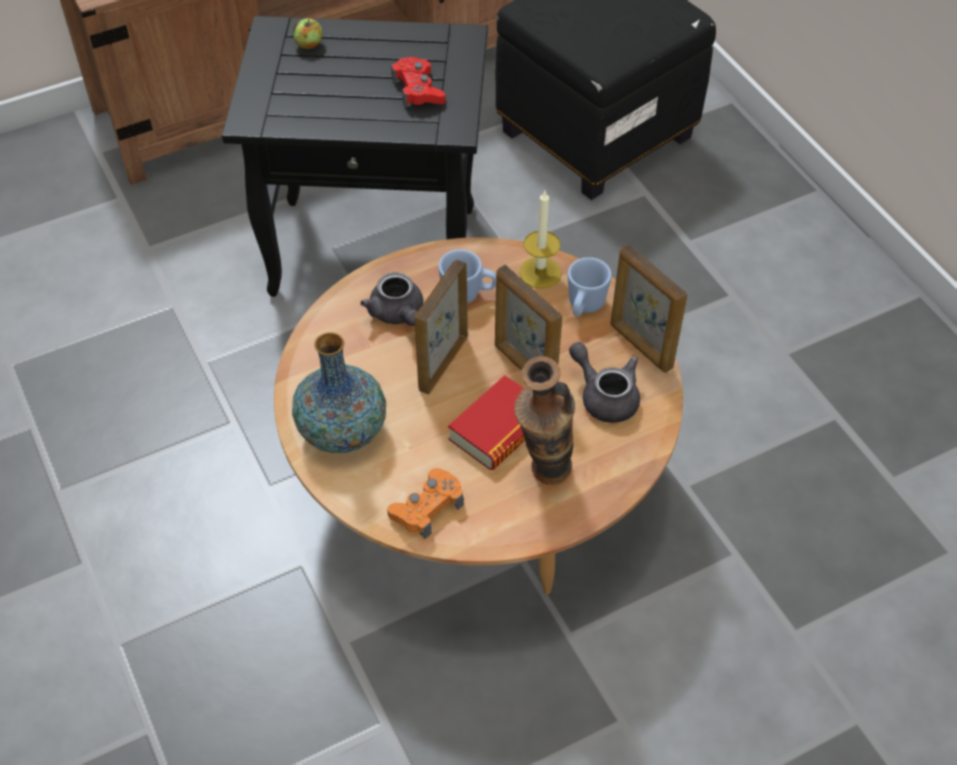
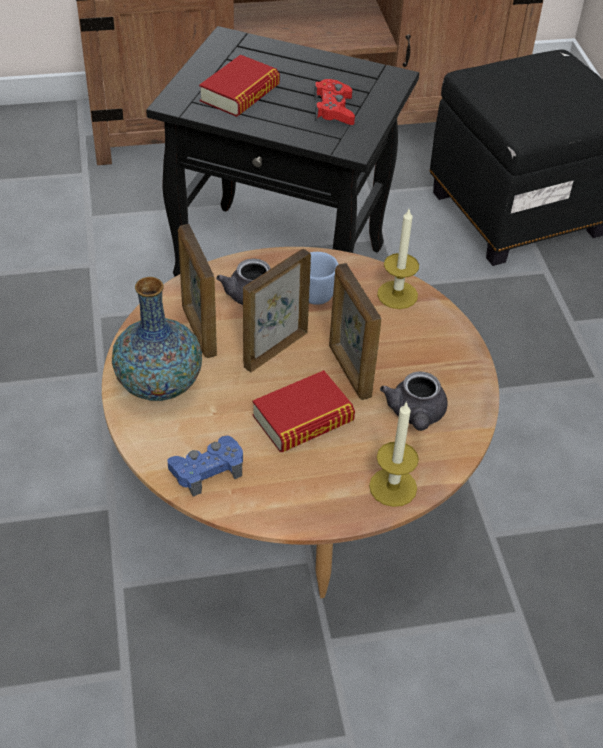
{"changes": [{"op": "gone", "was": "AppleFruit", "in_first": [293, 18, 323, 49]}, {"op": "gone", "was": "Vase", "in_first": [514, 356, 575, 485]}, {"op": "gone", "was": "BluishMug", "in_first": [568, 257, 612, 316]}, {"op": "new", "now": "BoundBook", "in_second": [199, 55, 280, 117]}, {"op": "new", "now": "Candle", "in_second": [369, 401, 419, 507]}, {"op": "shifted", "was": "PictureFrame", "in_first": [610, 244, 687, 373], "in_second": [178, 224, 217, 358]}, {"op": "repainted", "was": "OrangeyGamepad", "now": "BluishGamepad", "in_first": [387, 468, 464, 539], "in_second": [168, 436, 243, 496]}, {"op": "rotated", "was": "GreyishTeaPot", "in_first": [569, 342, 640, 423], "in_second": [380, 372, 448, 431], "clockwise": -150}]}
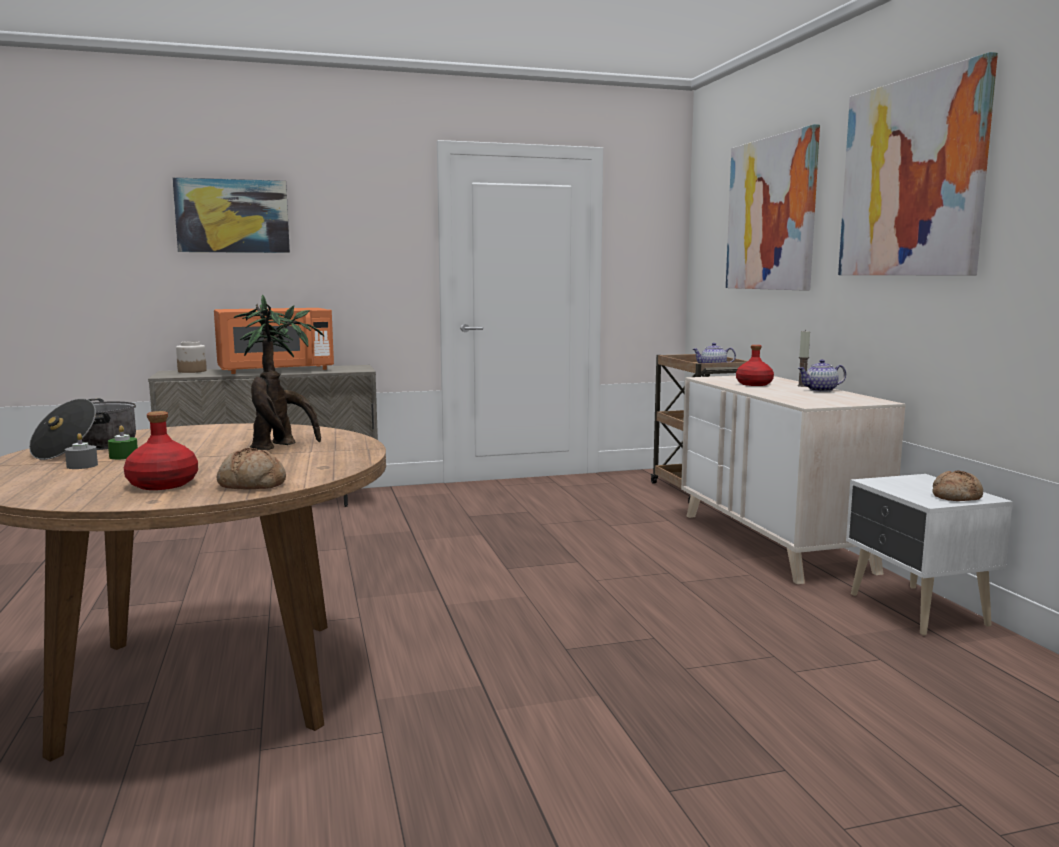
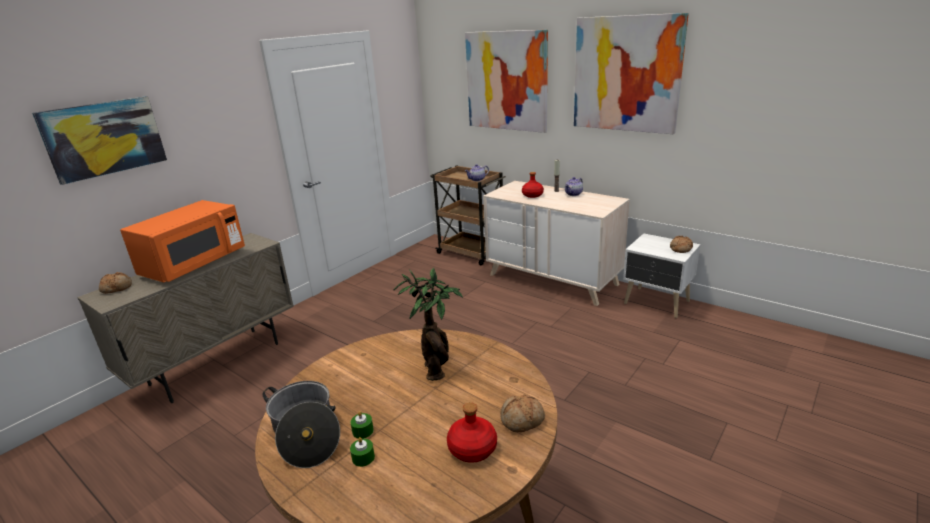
{"changes": [{"op": "swapped", "was": "Jar", "now": "BakedBread", "in_first": [176, 341, 207, 373], "in_second": [99, 272, 132, 294]}, {"op": "repainted", "was": "GreyishCandle", "now": "GreenColouredCandle", "in_first": [65, 433, 98, 469], "in_second": [350, 437, 375, 467]}]}
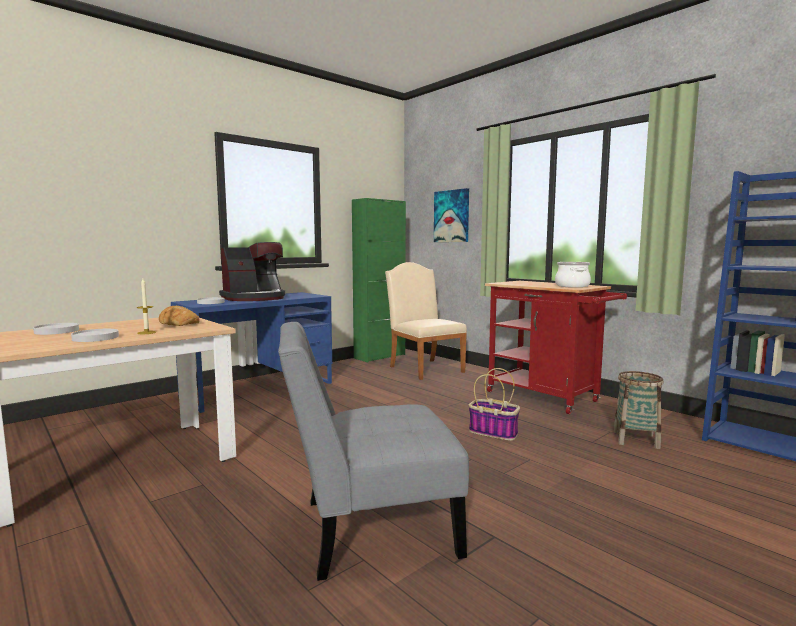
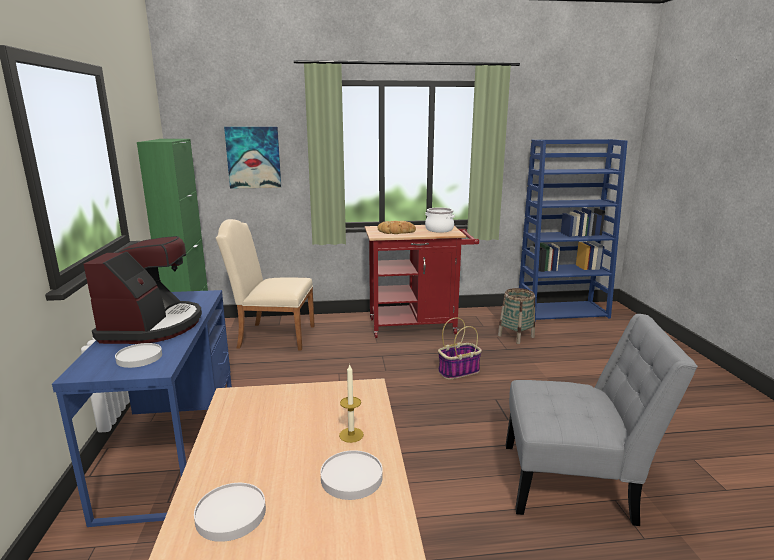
{"changes": [{"op": "shifted", "was": "BakedBread", "in_first": [159, 305, 200, 326], "in_second": [378, 221, 416, 234]}, {"op": "rotated", "was": "GreyishUprightChair", "in_first": [278, 322, 469, 581], "in_second": [506, 314, 698, 526], "clockwise": -105}]}
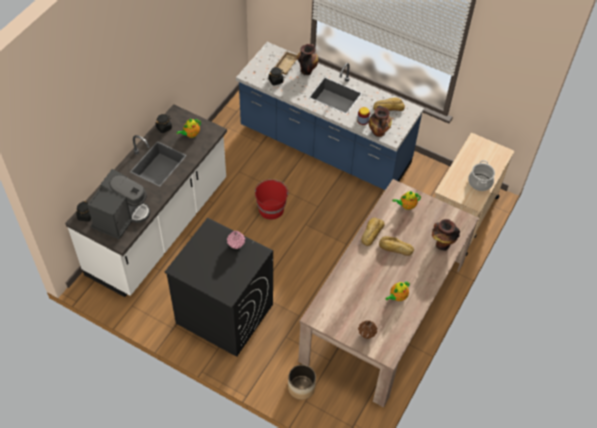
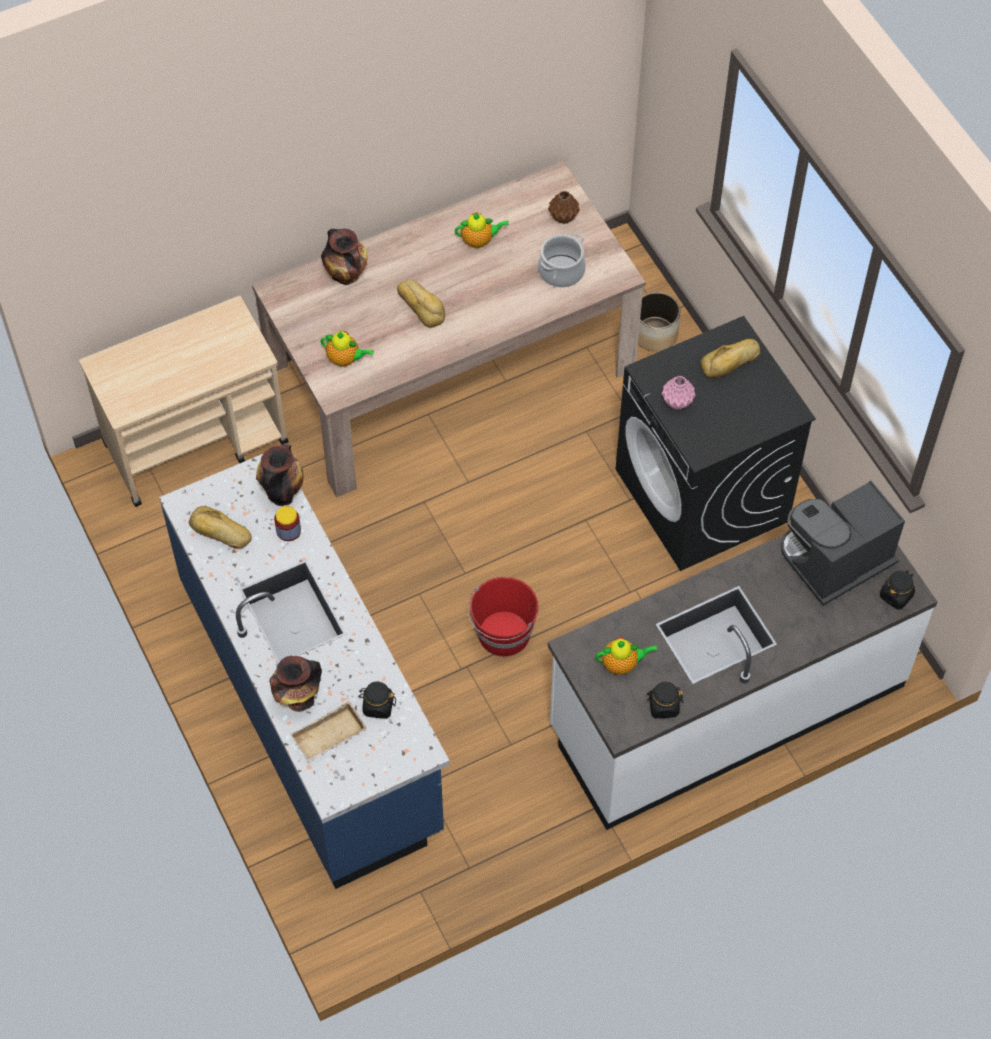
{"changes": [{"op": "shifted", "was": "BakedBread", "in_first": [361, 217, 385, 246], "in_second": [700, 339, 760, 378]}, {"op": "shifted", "was": "Stockpot", "in_first": [468, 160, 495, 191], "in_second": [538, 233, 586, 287]}]}
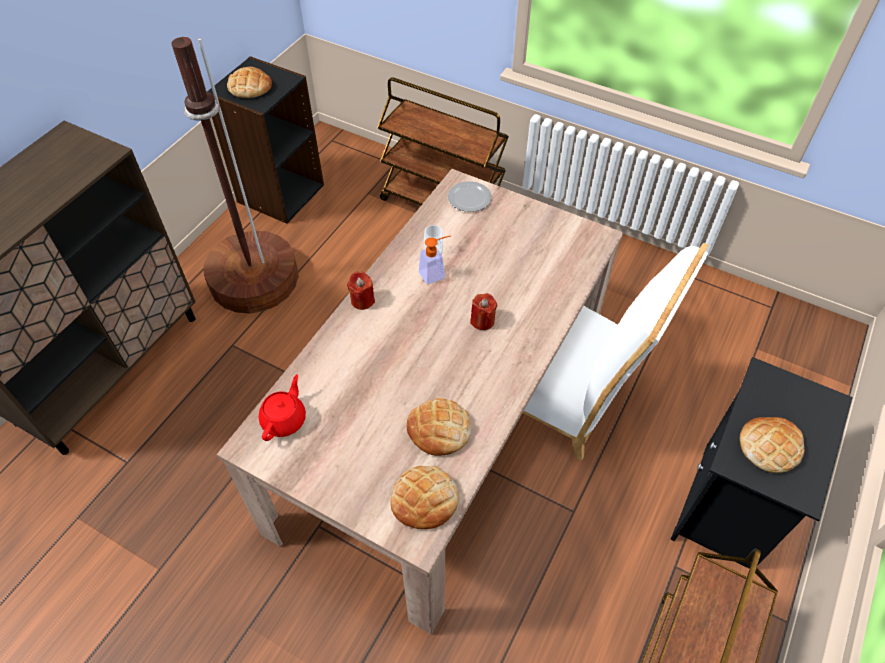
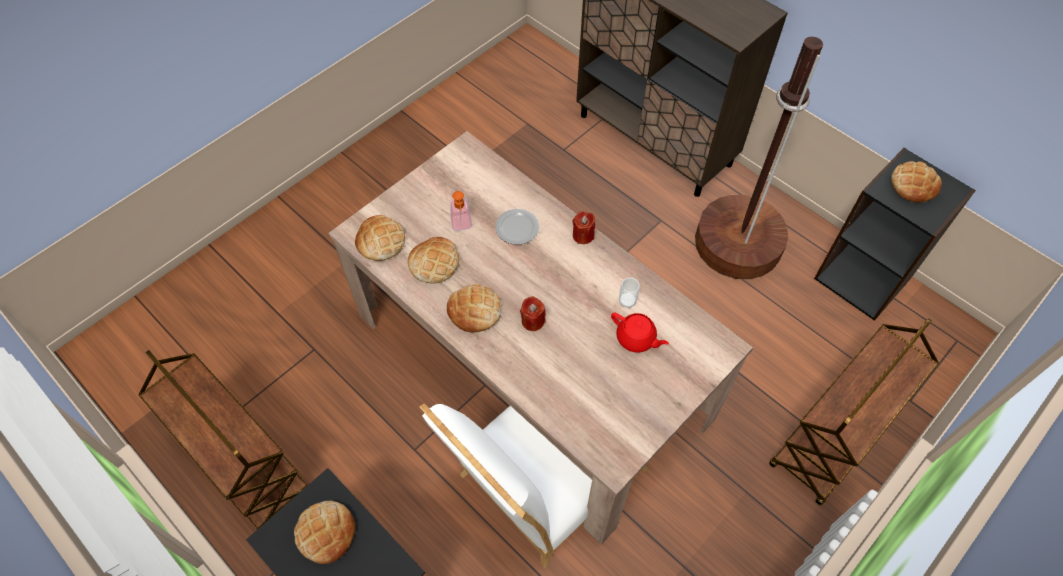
{"changes": [{"op": "new", "now": "BakedBread", "in_second": [447, 284, 502, 333]}, {"op": "shifted", "was": "RedColouredTeaPot", "in_first": [259, 374, 306, 441], "in_second": [611, 313, 669, 353]}, {"op": "shifted", "was": "SoapDispenser", "in_first": [419, 236, 451, 284], "in_second": [450, 191, 472, 231]}, {"op": "shifted", "was": "FlatDish", "in_first": [448, 181, 492, 212], "in_second": [495, 209, 539, 245]}]}
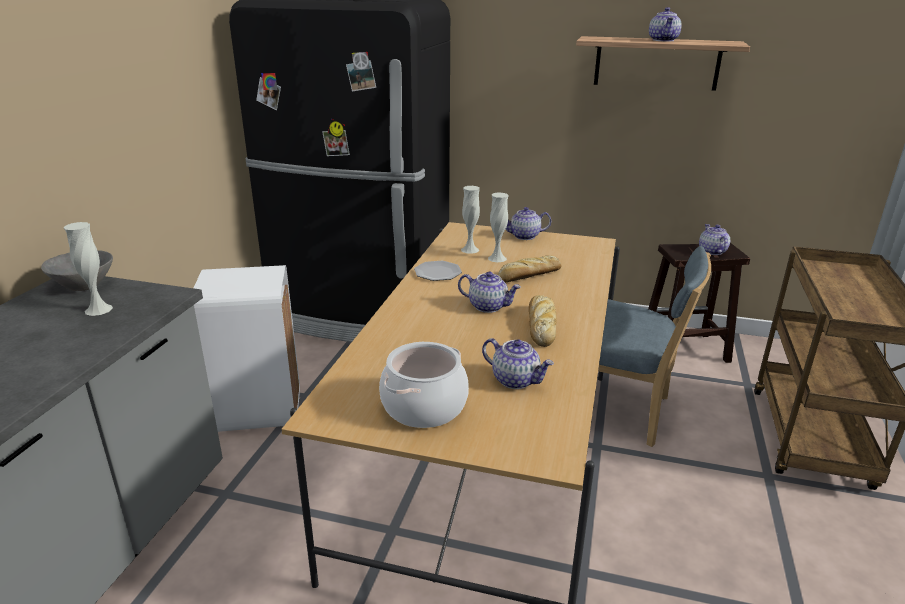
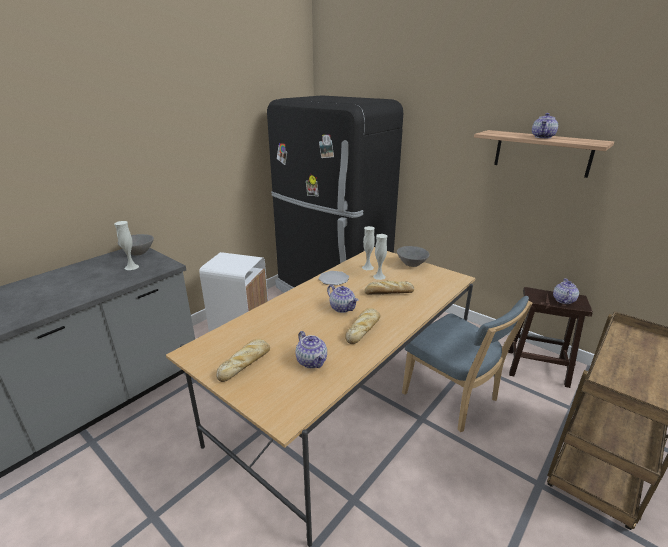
{"changes": [{"op": "swapped", "was": "Stockpot", "now": "BakedBread", "in_first": [379, 342, 469, 428], "in_second": [216, 339, 270, 382]}, {"op": "swapped", "was": "TeaPot", "now": "GreyishDeepDish", "in_first": [506, 207, 551, 240], "in_second": [397, 246, 429, 267]}]}
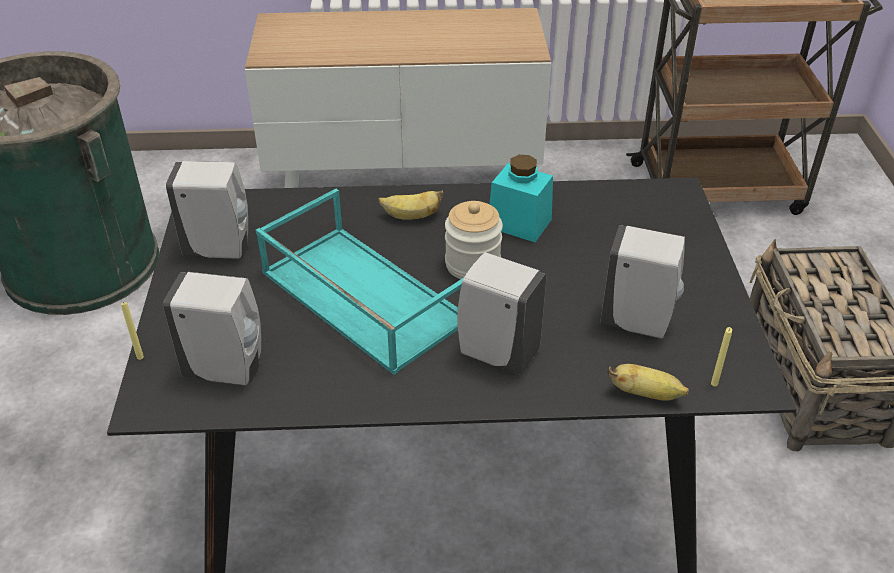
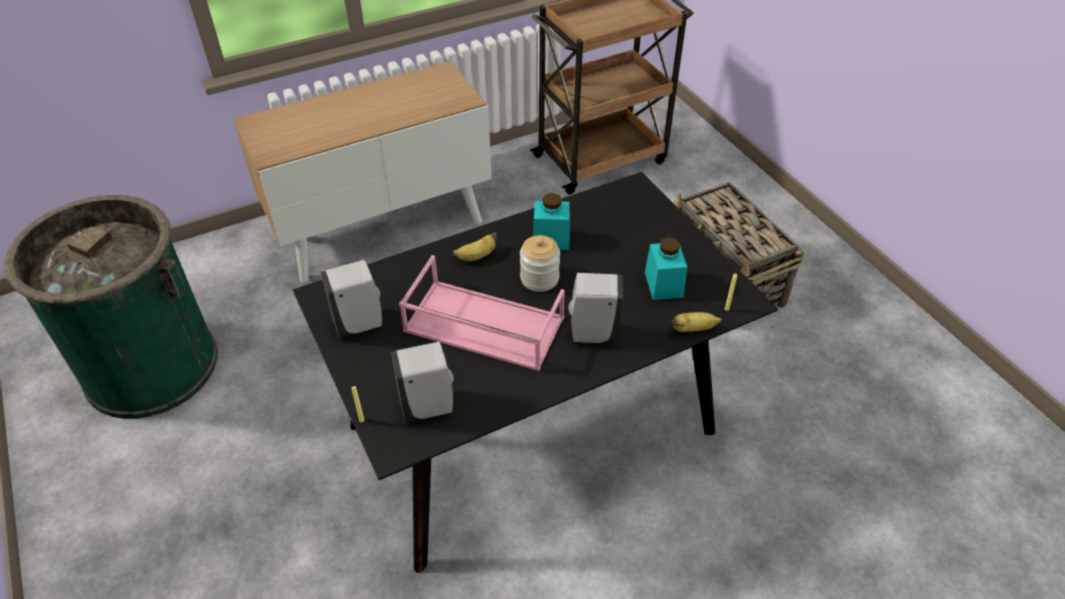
{"changes": [{"op": "swapped", "was": "WhiteSoapDispenser", "now": "TurquoiseColouredJar", "in_first": [600, 225, 685, 339], "in_second": [645, 237, 687, 300]}, {"op": "repainted", "was": "TurquoiseColouredCarryingTray", "now": "PinkCarryingTray", "in_first": [256, 189, 464, 375], "in_second": [399, 255, 565, 371]}]}
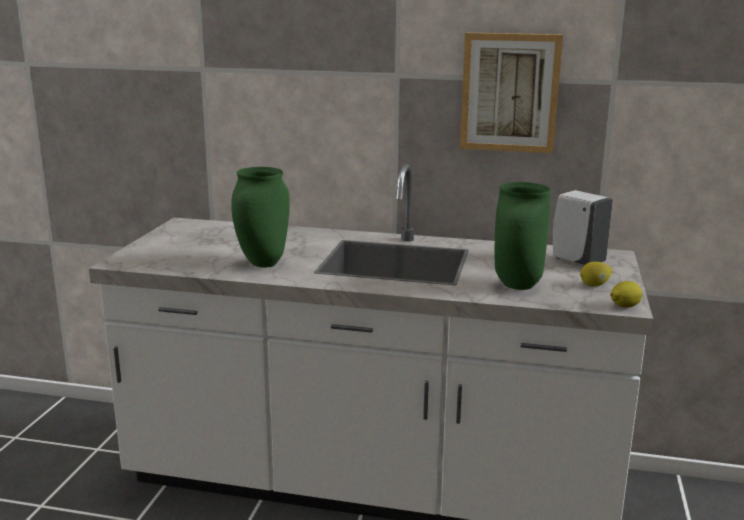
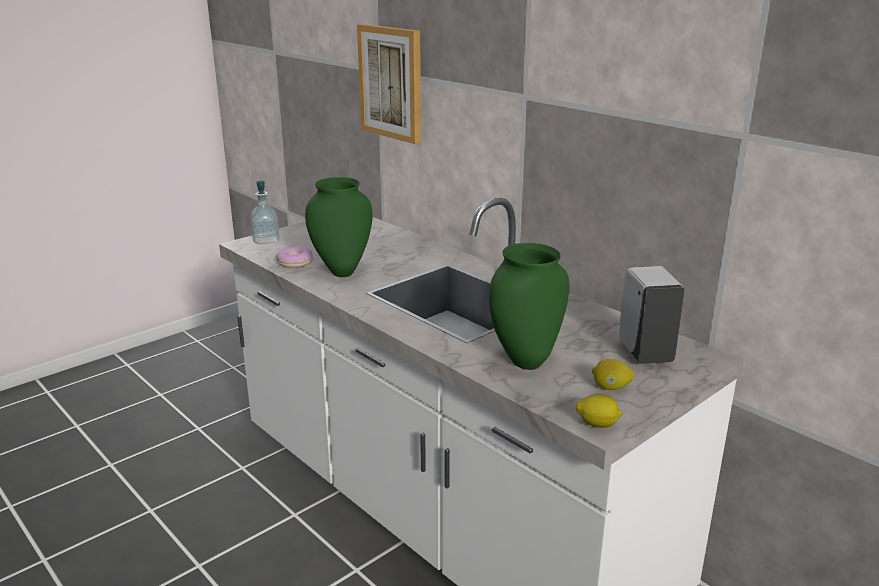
{"changes": [{"op": "new", "now": "SoapDispenser", "in_second": [250, 181, 280, 244]}, {"op": "new", "now": "Donut", "in_second": [276, 247, 313, 268]}, {"op": "shifted", "was": "WallPicture", "in_first": [460, 33, 563, 153], "in_second": [357, 24, 421, 144]}]}
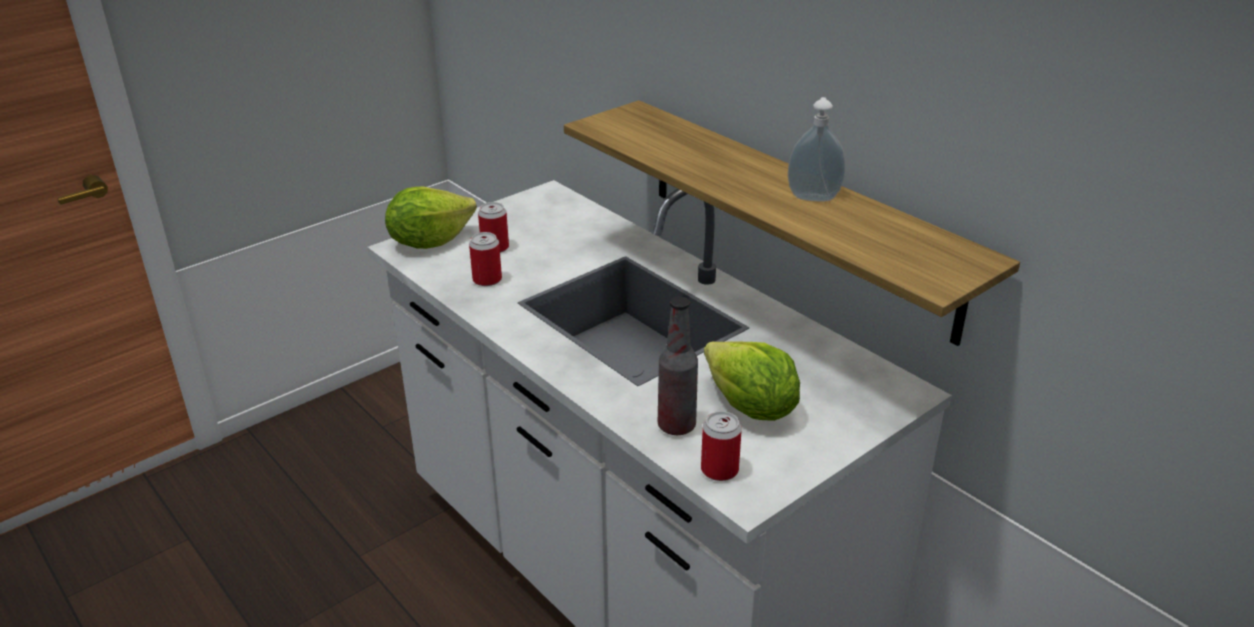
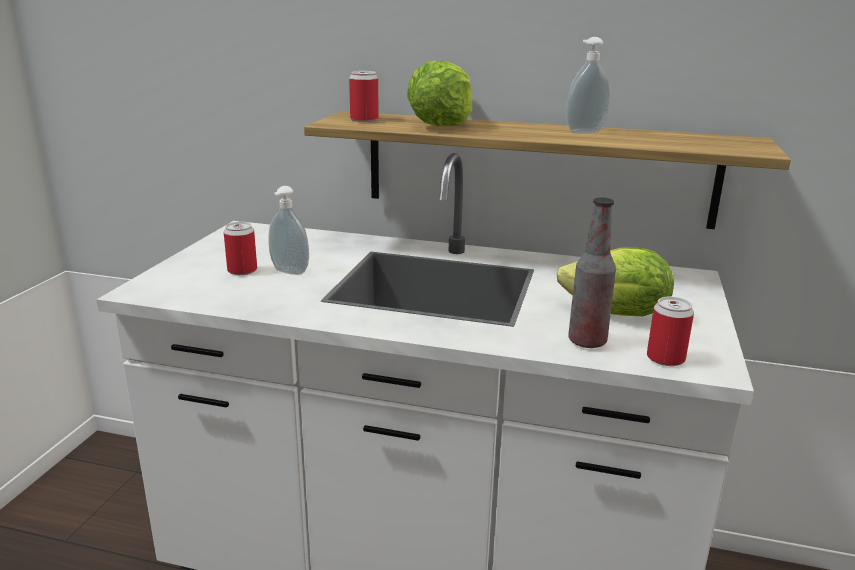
{"changes": [{"op": "new", "now": "SoapDispenser", "in_second": [269, 186, 309, 275]}, {"op": "shifted", "was": "Lettuce", "in_first": [385, 186, 477, 249], "in_second": [407, 61, 472, 126]}, {"op": "shifted", "was": "MetalCan", "in_first": [469, 232, 502, 286], "in_second": [349, 71, 379, 122]}]}
